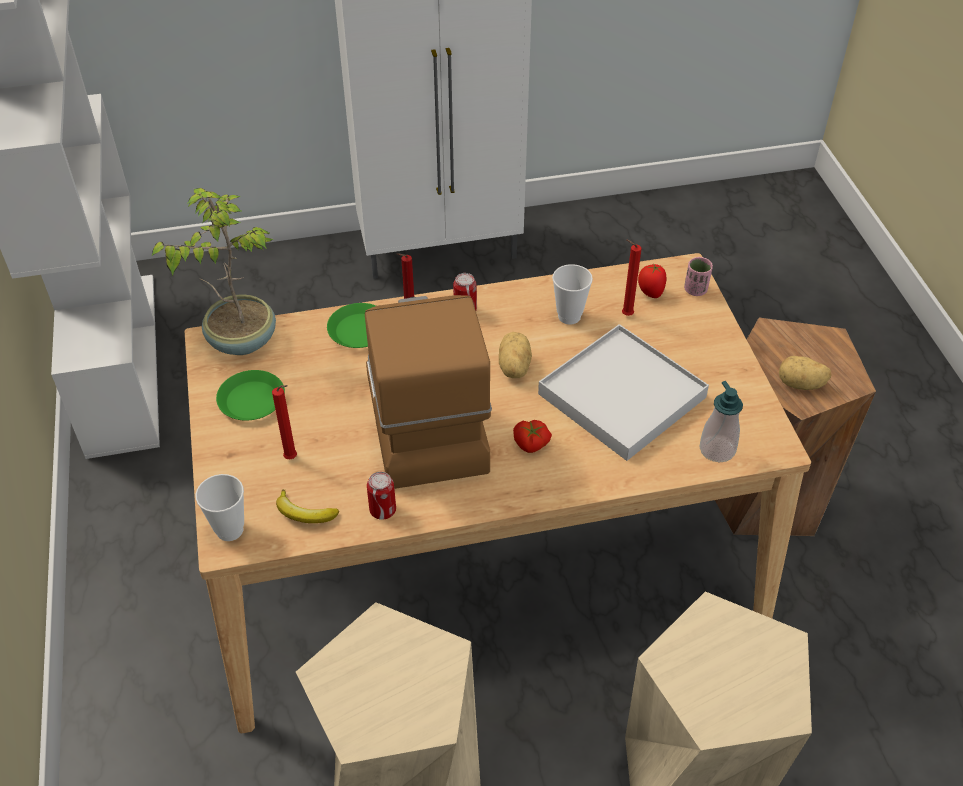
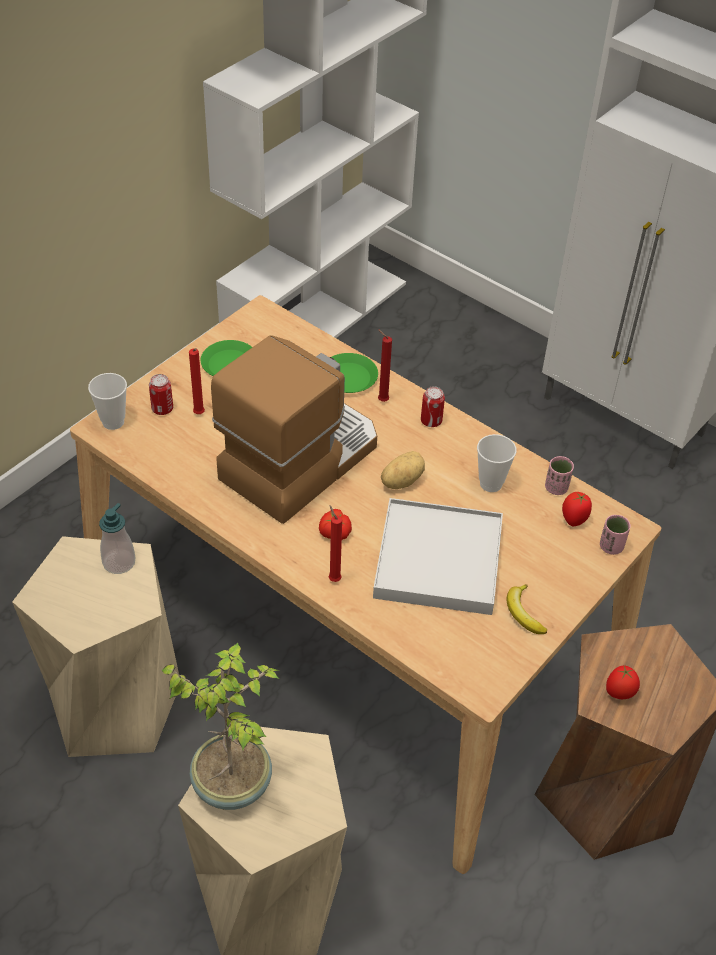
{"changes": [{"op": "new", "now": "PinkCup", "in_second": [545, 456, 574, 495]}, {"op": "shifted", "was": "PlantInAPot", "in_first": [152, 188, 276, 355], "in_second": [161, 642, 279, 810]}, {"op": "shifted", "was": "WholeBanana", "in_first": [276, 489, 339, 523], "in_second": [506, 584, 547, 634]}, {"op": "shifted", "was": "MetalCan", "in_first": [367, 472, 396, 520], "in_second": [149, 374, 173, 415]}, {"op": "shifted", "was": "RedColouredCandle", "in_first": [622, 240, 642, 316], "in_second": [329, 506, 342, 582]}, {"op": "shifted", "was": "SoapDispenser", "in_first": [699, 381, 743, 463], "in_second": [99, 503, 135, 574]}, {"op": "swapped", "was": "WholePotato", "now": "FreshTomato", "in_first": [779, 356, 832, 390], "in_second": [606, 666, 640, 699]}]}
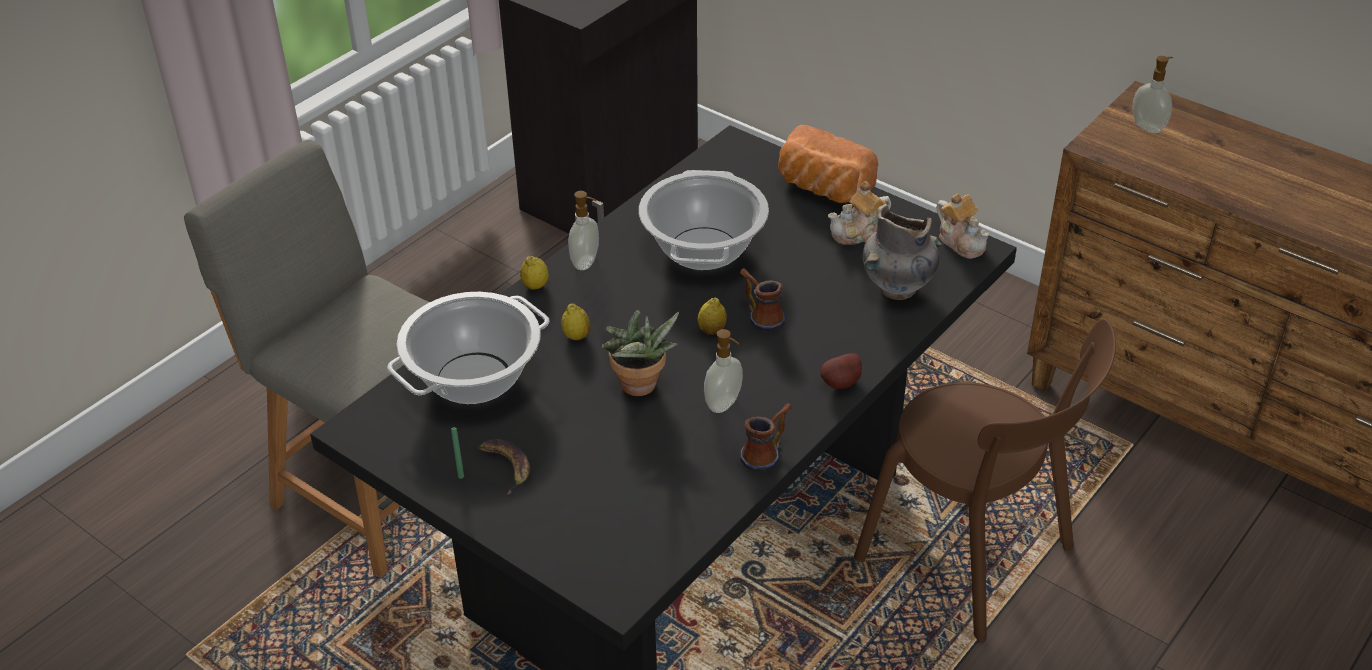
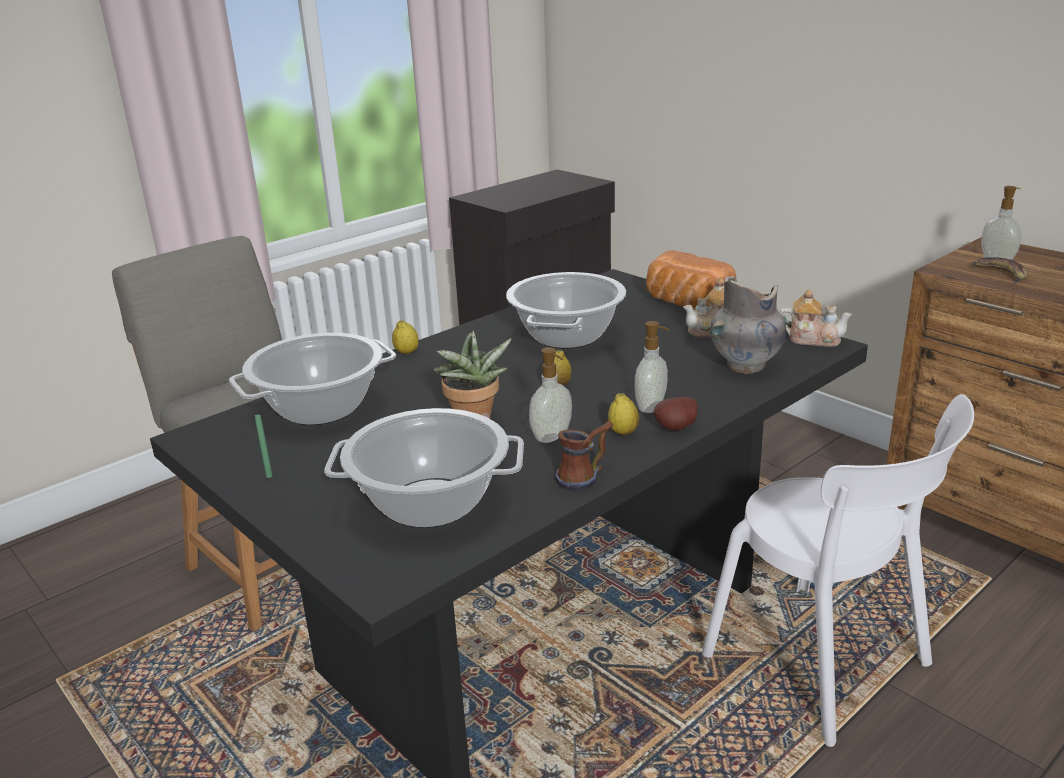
{"changes": [{"op": "gone", "was": "Mug", "in_first": [740, 268, 785, 331]}, {"op": "new", "now": "Stockpot", "in_second": [324, 408, 524, 528]}, {"op": "shifted", "was": "WholeBanana", "in_first": [478, 439, 530, 495], "in_second": [972, 257, 1027, 284]}, {"op": "shifted", "was": "WholeLemon", "in_first": [561, 304, 590, 340], "in_second": [608, 393, 639, 435]}, {"op": "shifted", "was": "SoapDispenser", "in_first": [568, 191, 599, 270], "in_second": [635, 321, 669, 413]}, {"op": "repainted", "was": "BrownColouredUprightChair", "now": "WhiteUprightChair", "in_first": [854, 319, 1116, 643], "in_second": [702, 394, 974, 747]}, {"op": "rotated", "was": "TeaPot", "in_first": [936, 193, 990, 259], "in_second": [779, 289, 853, 347], "clockwise": -45}]}
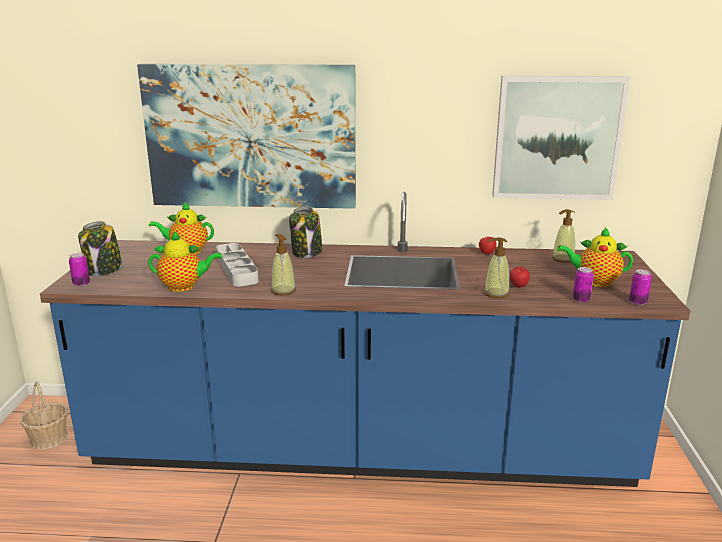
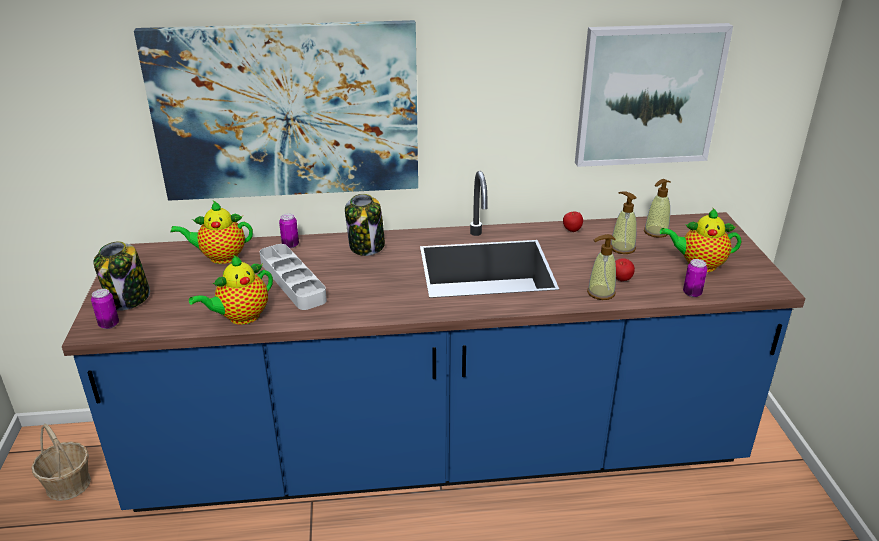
{"changes": [{"op": "shifted", "was": "SoapDispenser", "in_first": [271, 234, 296, 295], "in_second": [611, 191, 637, 254]}, {"op": "shifted", "was": "MetalCan", "in_first": [629, 269, 652, 305], "in_second": [279, 213, 299, 248]}, {"op": "rotated", "was": "TeaPot", "in_first": [148, 231, 222, 292], "in_second": [189, 255, 273, 325], "clockwise": 150}]}
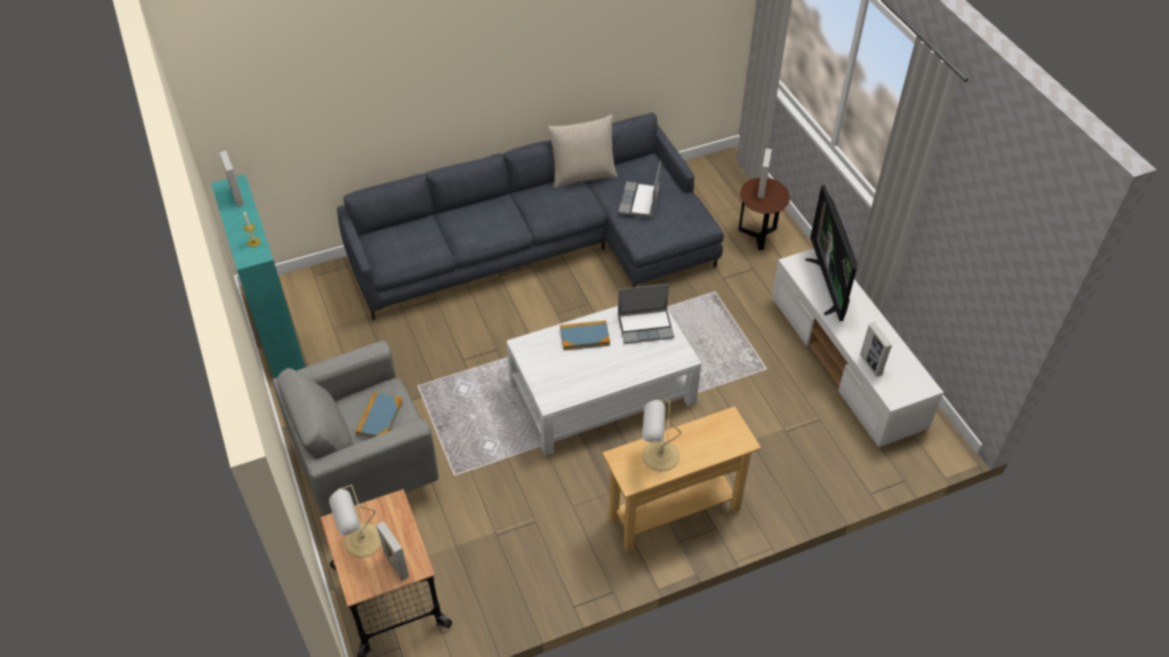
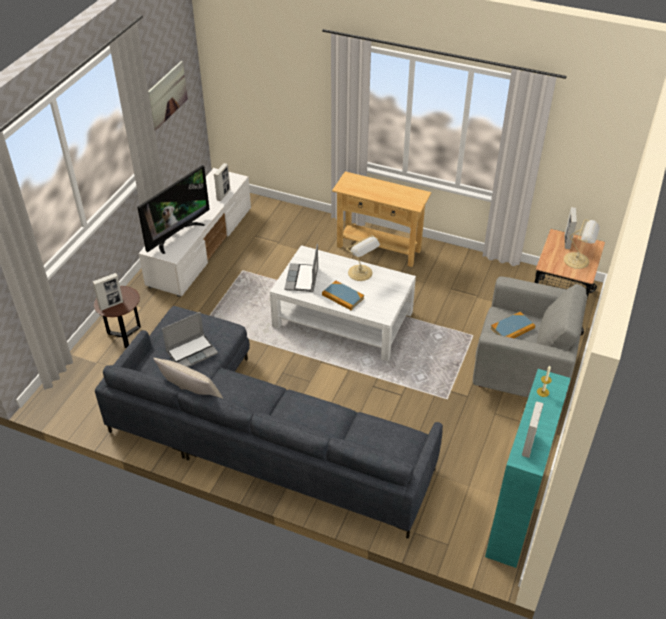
{"changes": [{"op": "new", "now": "WallPicture", "in_second": [148, 61, 188, 131]}, {"op": "shifted", "was": "TabletopLamp", "in_first": [642, 399, 681, 471], "in_second": [346, 235, 380, 281]}, {"op": "rotated", "was": "Laptop", "in_first": [618, 284, 674, 344], "in_second": [284, 244, 318, 292], "clockwise": -120}]}
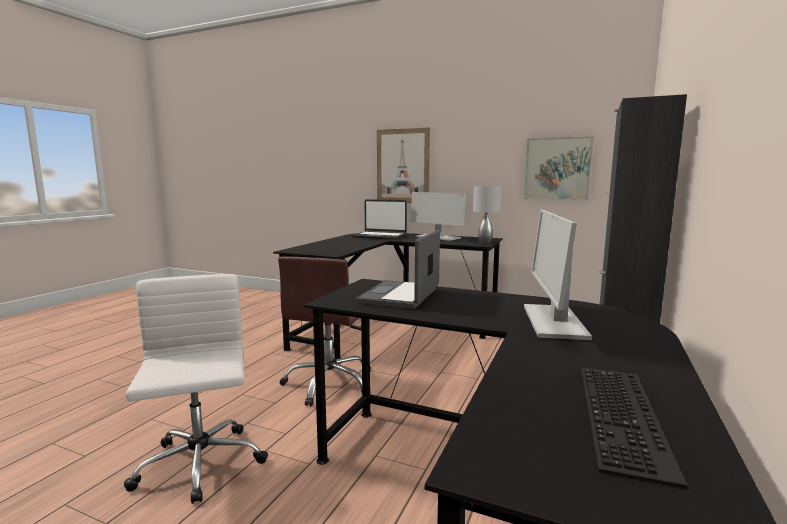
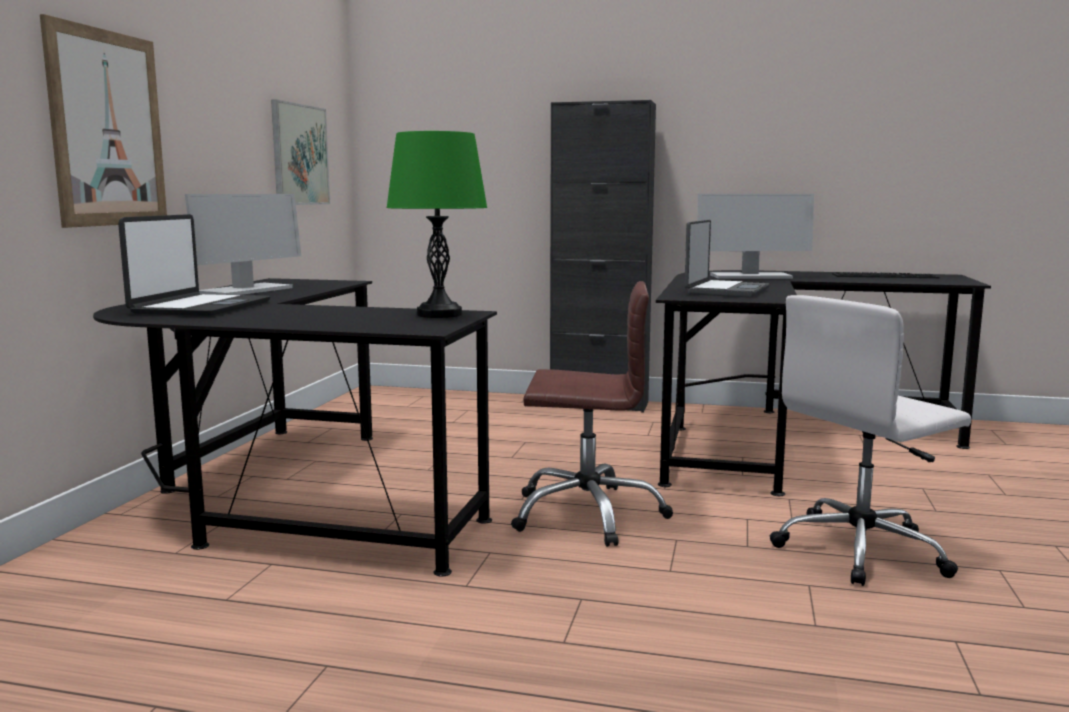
{"changes": [{"op": "gone", "was": "GreyishTabletopLamp", "in_first": [473, 186, 501, 244]}, {"op": "new", "now": "GreenColouredTabletopLamp", "in_second": [386, 131, 487, 318]}, {"op": "rotated", "was": "Laptop", "in_first": [356, 230, 440, 309], "in_second": [684, 220, 770, 298], "clockwise": -75}]}
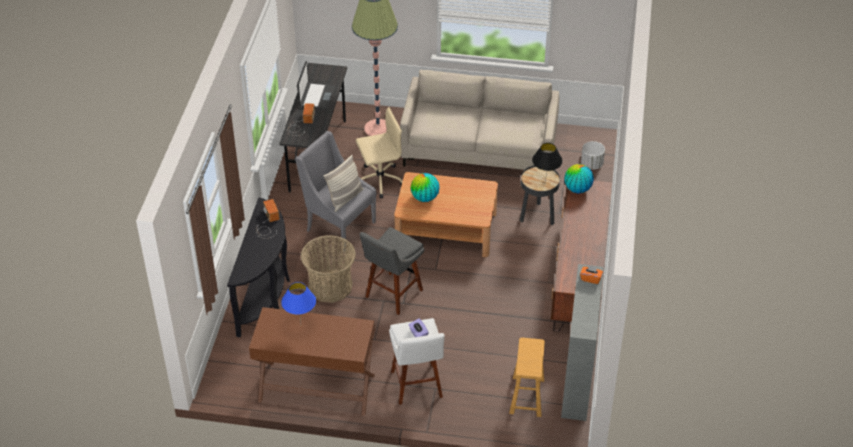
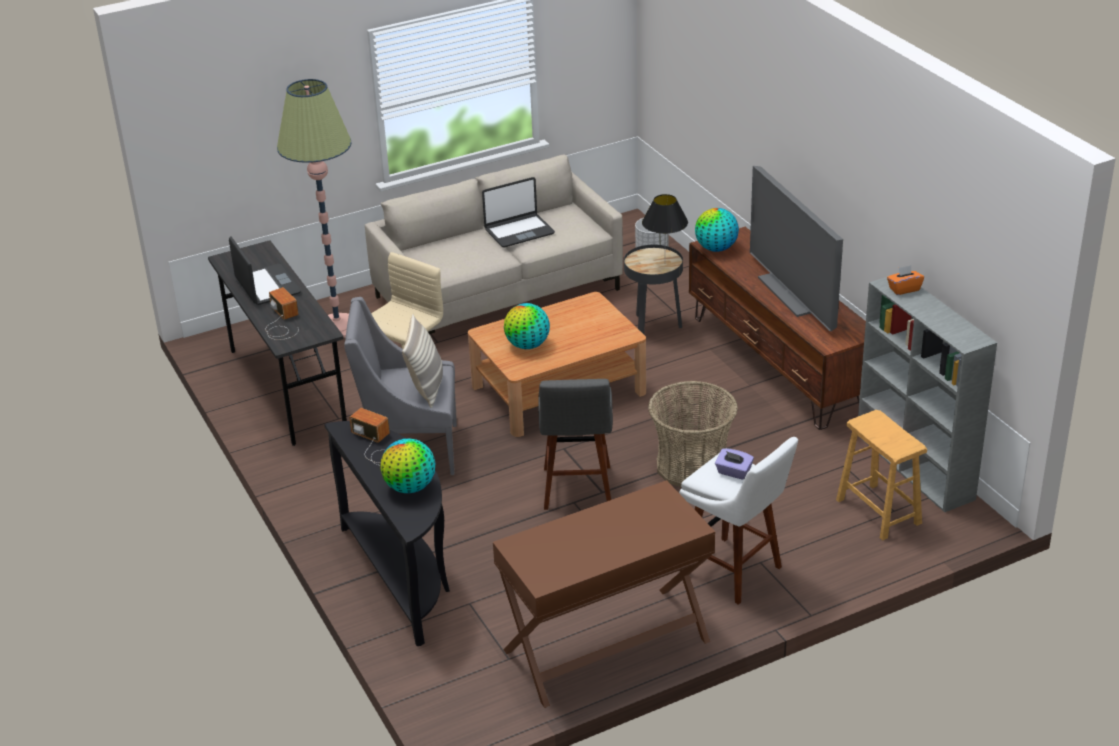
{"changes": [{"op": "gone", "was": "BluishTabletopLamp", "in_first": [281, 282, 316, 322]}, {"op": "new", "now": "WorldGlobe", "in_second": [380, 438, 435, 493]}, {"op": "new", "now": "Laptop", "in_second": [482, 177, 555, 247]}, {"op": "new", "now": "TvSet", "in_second": [750, 166, 843, 332]}, {"op": "shifted", "was": "HouseholdBasket", "in_first": [301, 235, 356, 303], "in_second": [648, 381, 738, 487]}]}
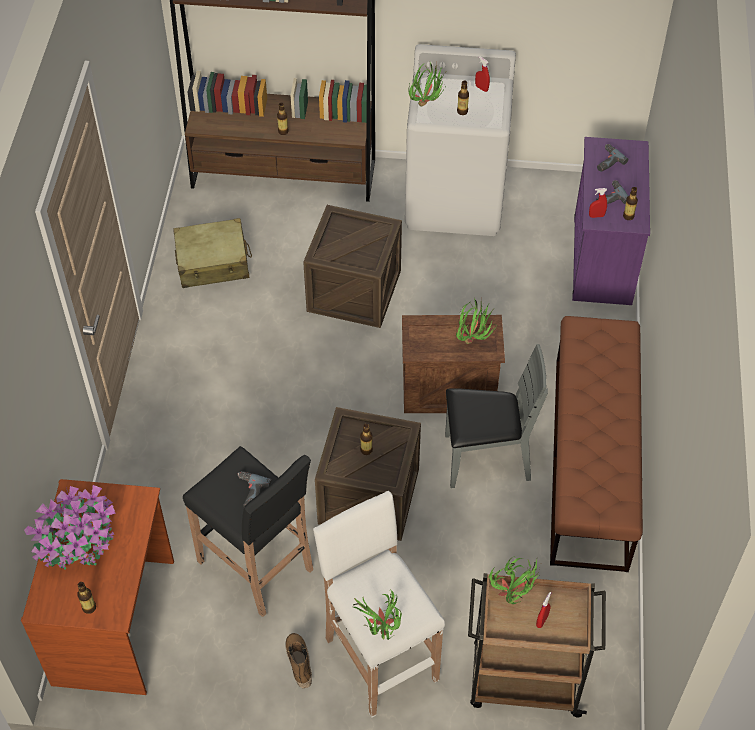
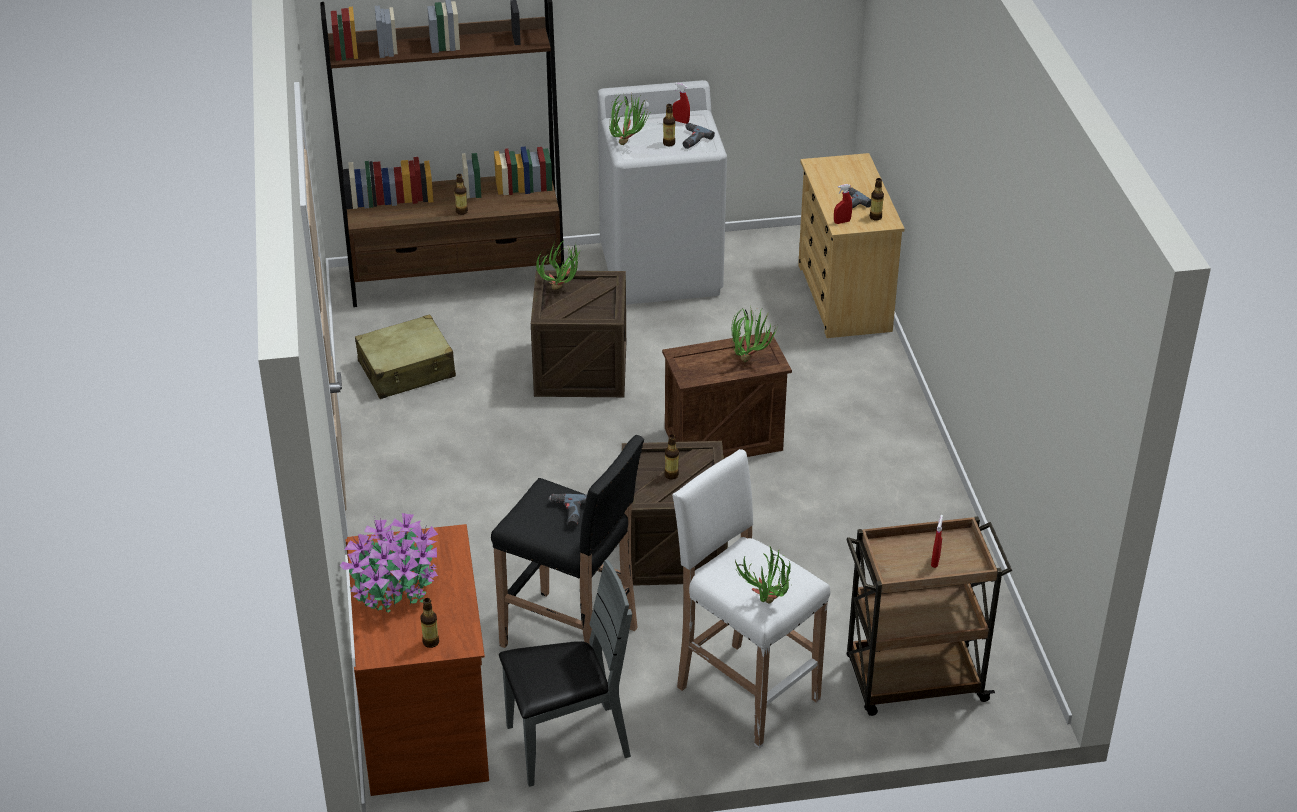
{"changes": [{"op": "gone", "was": "Boot", "in_first": [285, 633, 312, 688]}, {"op": "gone", "was": "BrownColouredBench", "in_first": [550, 316, 643, 572]}, {"op": "shifted", "was": "GreyishUprightChair", "in_first": [445, 344, 548, 488], "in_second": [499, 560, 632, 787]}, {"op": "shifted", "was": "PlantInAPot", "in_first": [489, 557, 540, 604], "in_second": [536, 240, 582, 290]}, {"op": "shifted", "was": "PowerDrill", "in_first": [597, 144, 629, 172], "in_second": [683, 123, 715, 149]}, {"op": "repainted", "was": "PurpleColouredChestOfDrawers", "now": "BeigeColouredChestOfDrawers", "in_first": [572, 137, 650, 305], "in_second": [798, 153, 905, 338]}]}
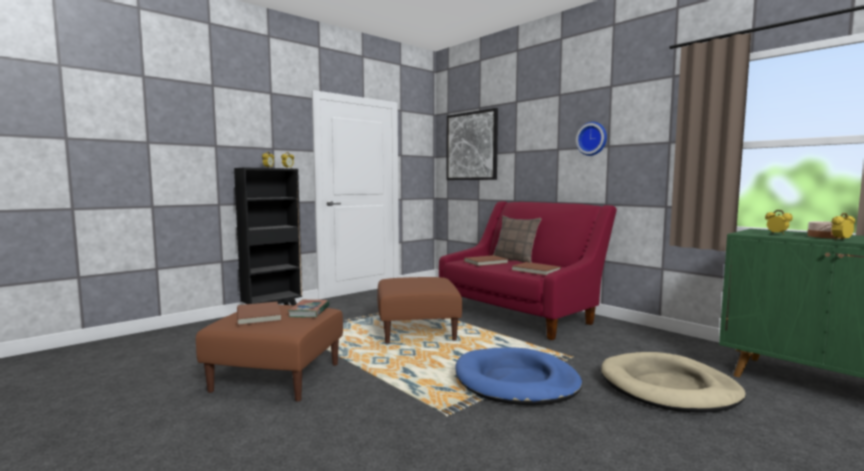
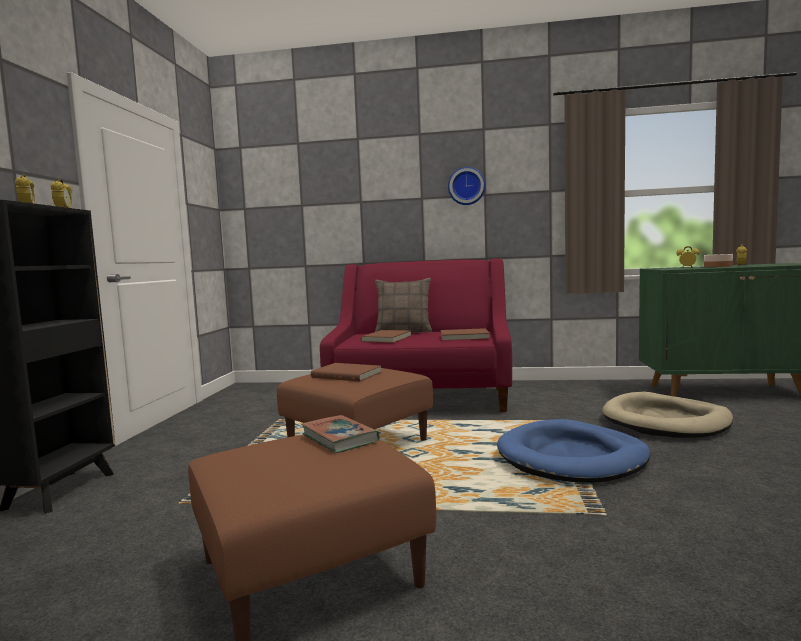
{"changes": [{"op": "gone", "was": "WallPicture", "in_first": [446, 108, 498, 180]}, {"op": "shifted", "was": "BrownColouredBoundBook", "in_first": [237, 302, 282, 325], "in_second": [311, 363, 381, 381]}]}
